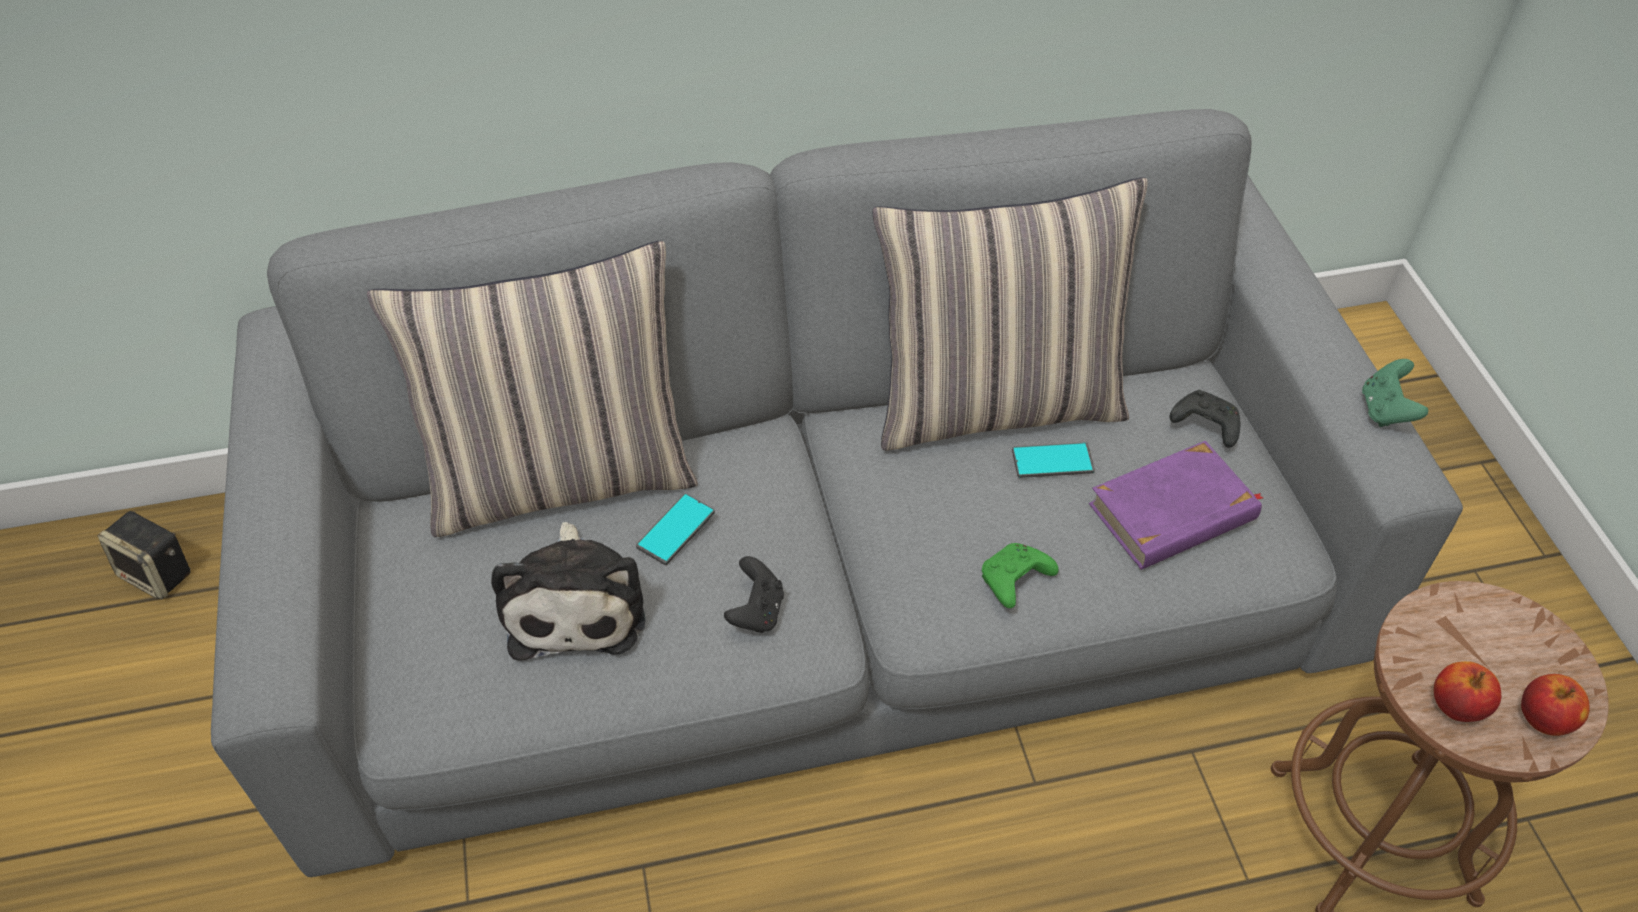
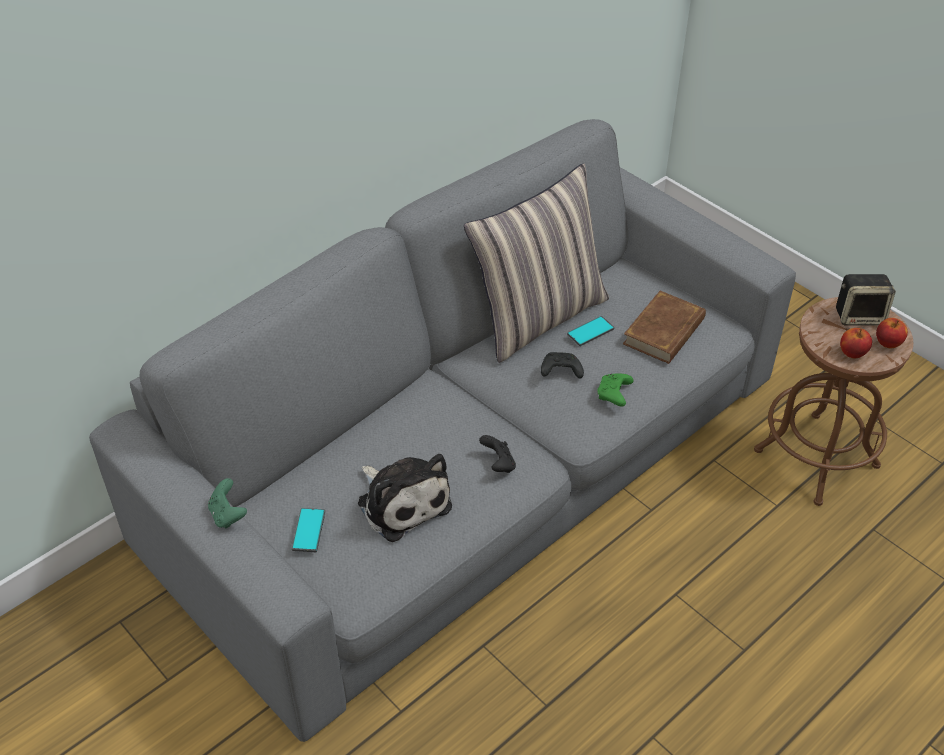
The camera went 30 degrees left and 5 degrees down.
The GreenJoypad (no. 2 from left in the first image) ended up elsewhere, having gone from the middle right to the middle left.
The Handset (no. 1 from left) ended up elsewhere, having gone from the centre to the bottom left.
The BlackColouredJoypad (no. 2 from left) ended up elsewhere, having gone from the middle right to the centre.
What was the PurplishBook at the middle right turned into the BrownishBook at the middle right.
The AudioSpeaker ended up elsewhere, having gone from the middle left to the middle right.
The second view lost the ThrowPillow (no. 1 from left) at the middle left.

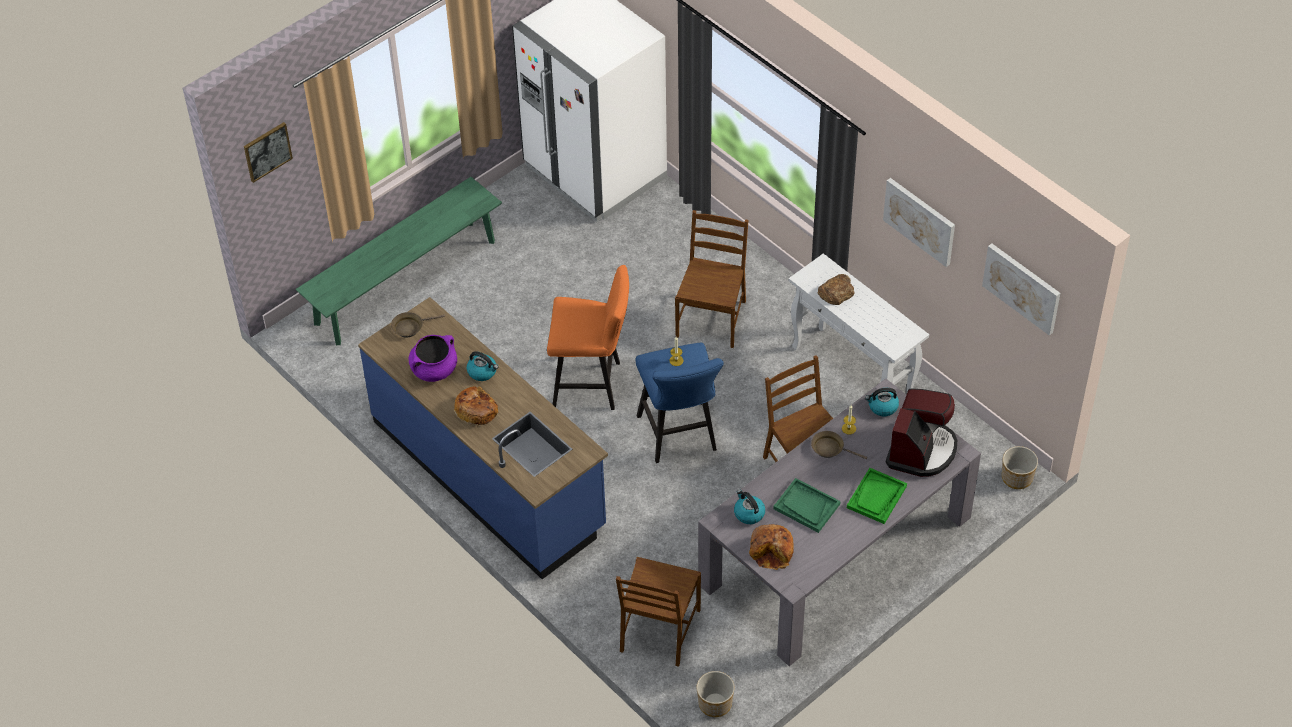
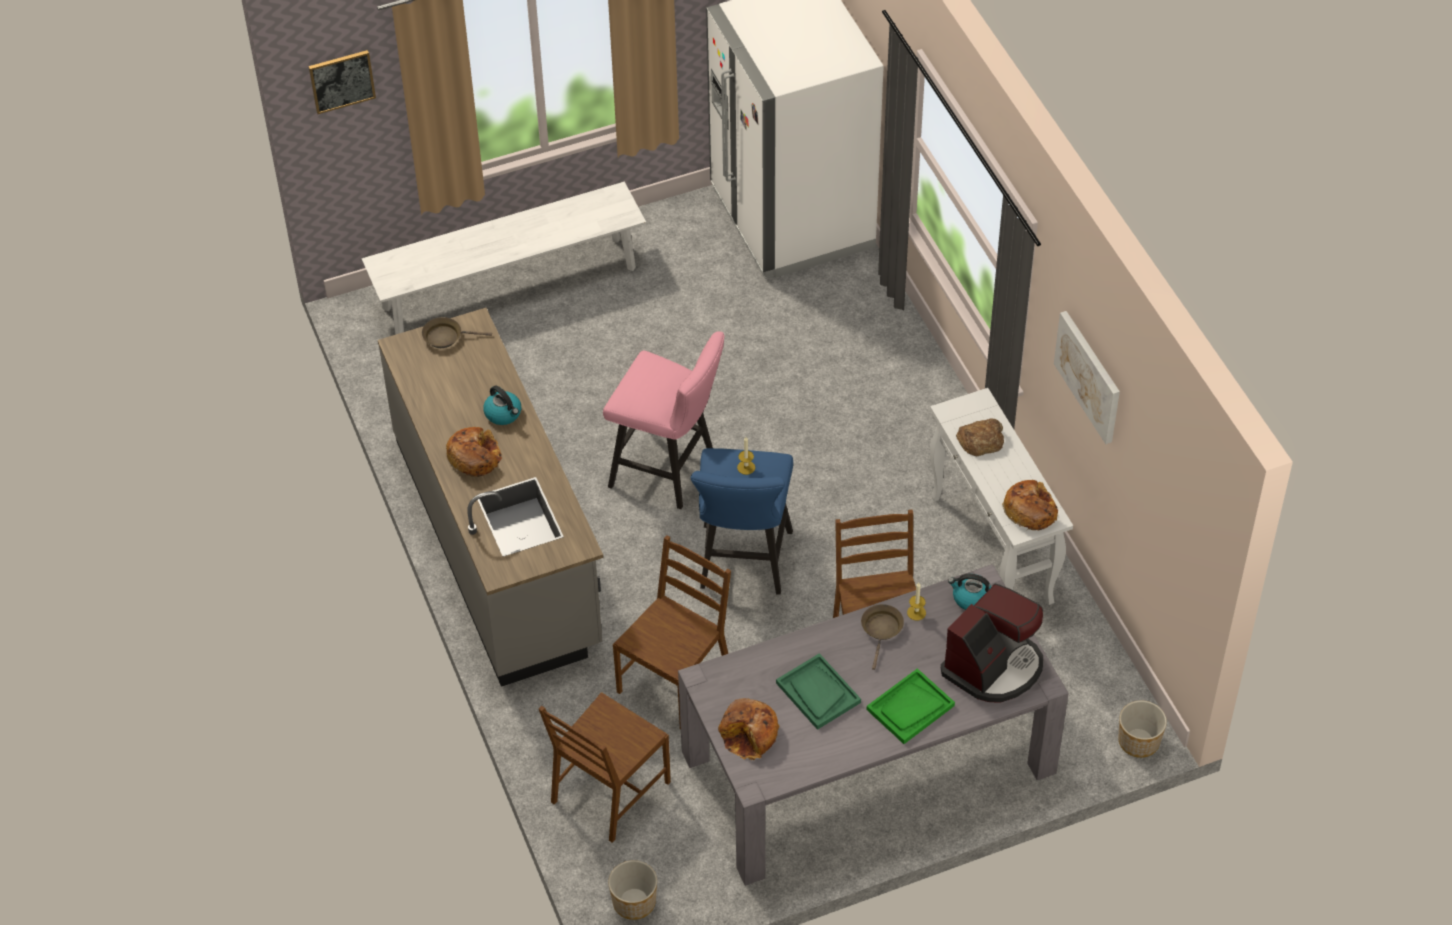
The camera went 20 degrees right and 0 degrees up.
What was the GreenLongSeat at the middle left turned into the WhitishLongSeat at the top centre.
What was the BlueCounter at the centre turned into the GreyishCounter at the centre.
What was the OrangeColouredStoolSeat at the centre turned into the PinkColouredStoolSeat at the centre.
The BrownishChair (no. 2 from left) ended up elsewhere, having gone from the centre to the bottom centre.
The BrownishSkillet (no. 2 from left) at the centre ended up facing another way, 60 degrees clockwise from before.
The second view gained the BakedBread (no. 4 from left) at the middle right.
The second view lost the PurplishCookingPot at the centre.
The second view lost the TeaKettle (no. 2 from left) at the bottom centre.
The second view lost the WallPicture (no. 3 from left) at the middle right.

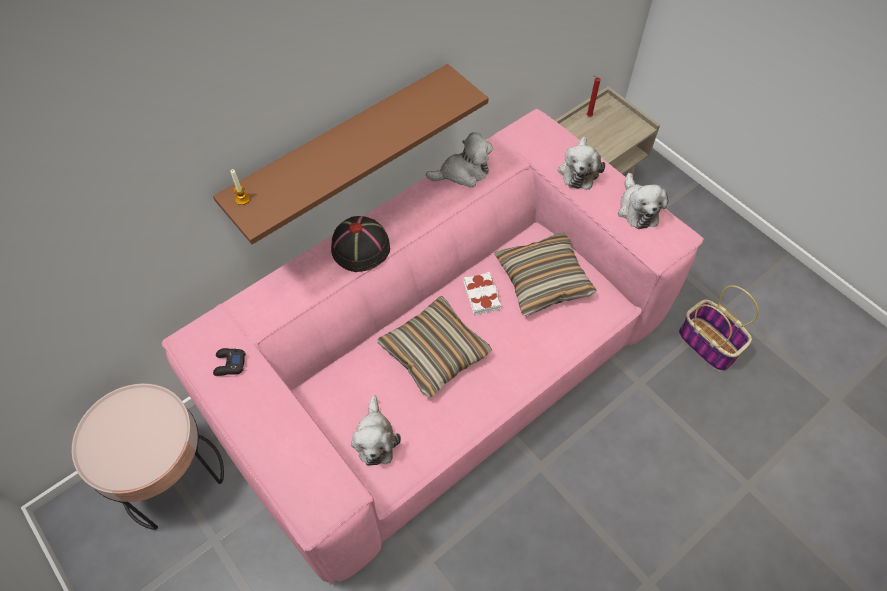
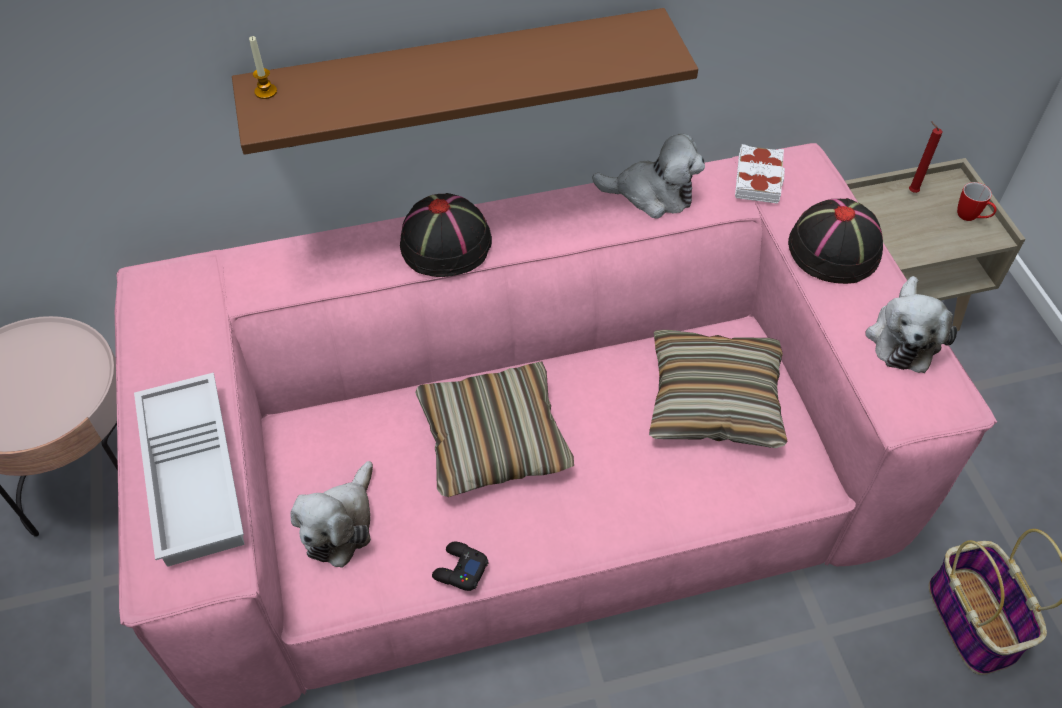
The camera went 25 degrees right and 5 degrees down.
The second view gained the WhitishTray at the middle left.
The BlackColouredJoypad ended up elsewhere, having gone from the middle left to the bottom centre.
The WhitishBook ended up elsewhere, having gone from the centre to the top right.
Where the CuddlyToy (no. 3 from left) stood at the top centre, the BlackColouredHat (no. 2 from left) came to stand at the middle right.
The second view gained the TeaMug at the top right.

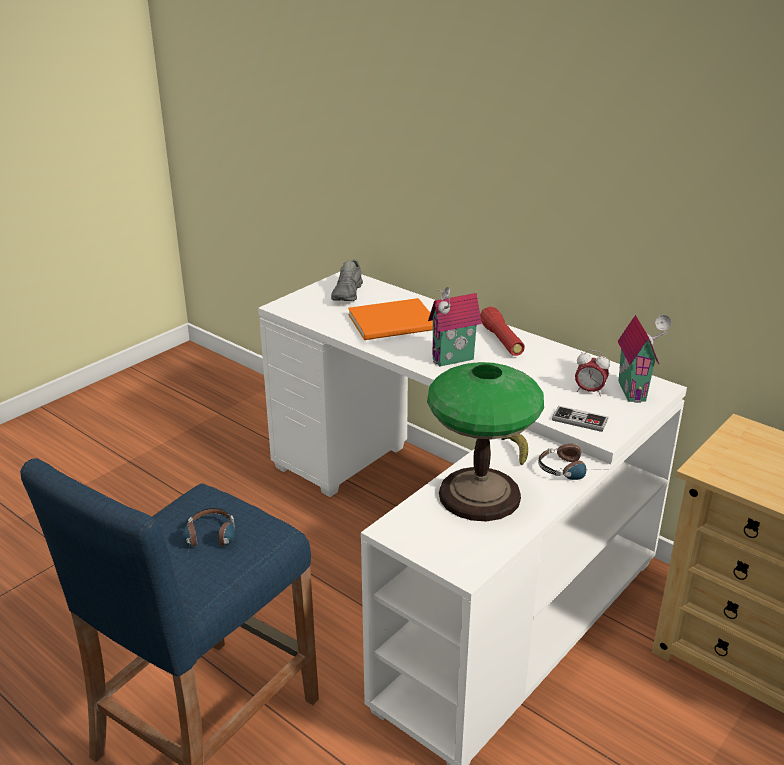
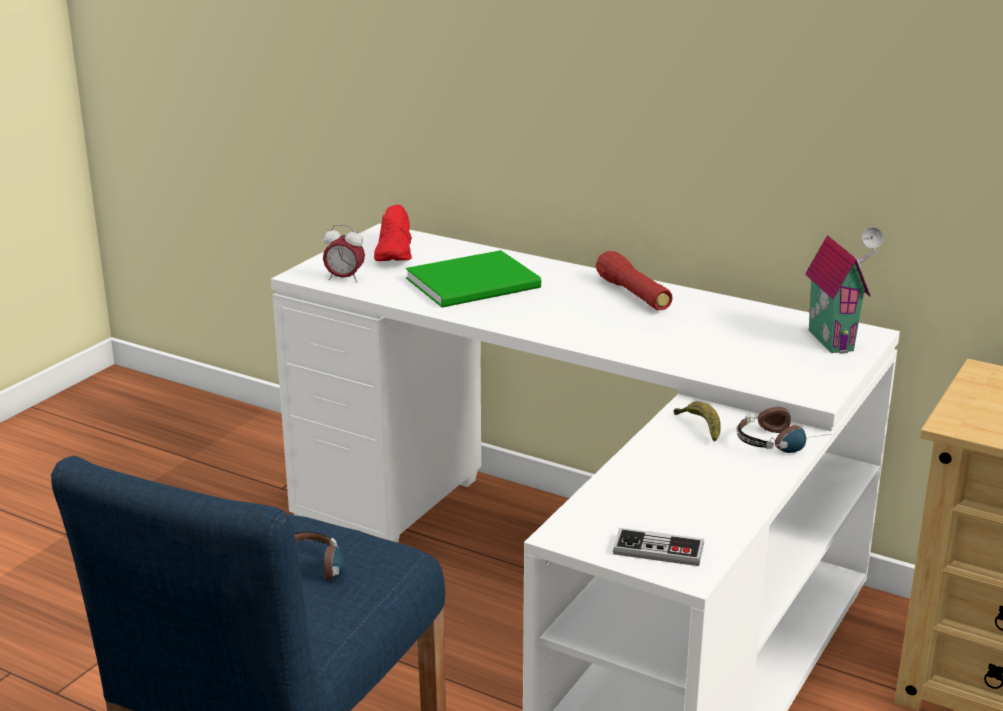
The camera went 10 degrees left and 5 degrees down.
The TableClock ended up elsewhere, having gone from the middle right to the centre.
What was the GreyishItemOfFootwear at the centre turned into the RedColouredItemOfFootwear at the top centre.
What was the OrangeColouredBook at the centre turned into the GreenBook at the centre.
The Joypad ended up elsewhere, having gone from the middle right to the bottom centre.
The second view lost the TableLamp at the centre.
The second view lost the ToyHouse (no. 1 from left) at the centre.

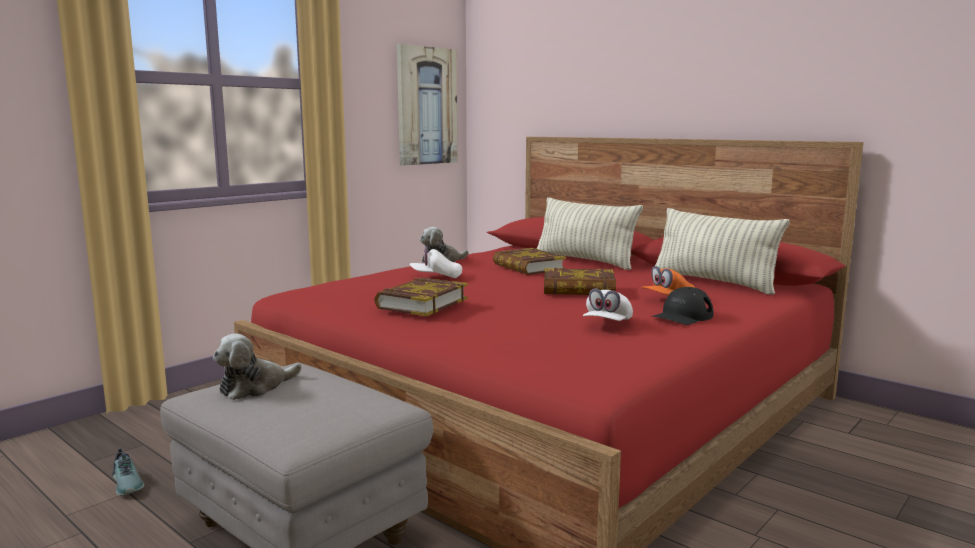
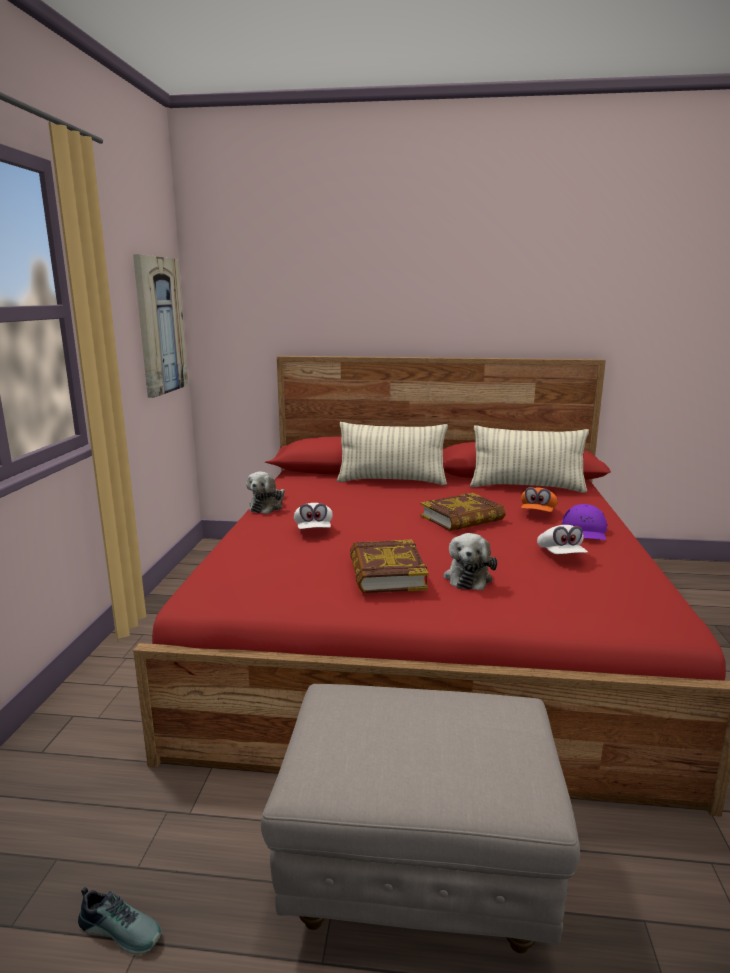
The camera went 35 degrees left and 5 degrees up.
The WhitishCap (no. 1 from left) at the centre ended up facing another way, 60 degrees counterclockwise from before.
The CuddlyToy (no. 1 from left in the first image) ended up elsewhere, having gone from the bottom left to the centre.
What was the BlackColouredCap at the middle right turned into the PurplishCap at the middle right.
The second view lost the Book (no. 2 from left) at the centre.

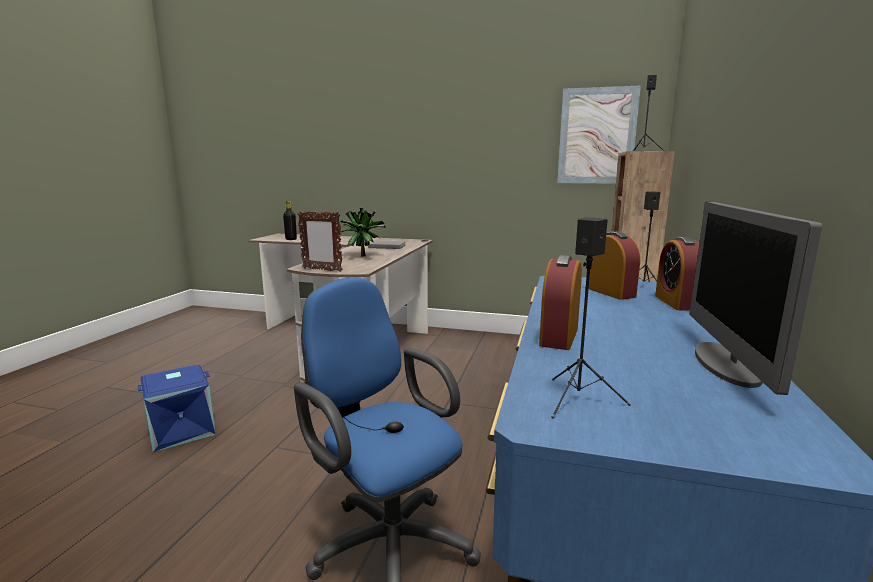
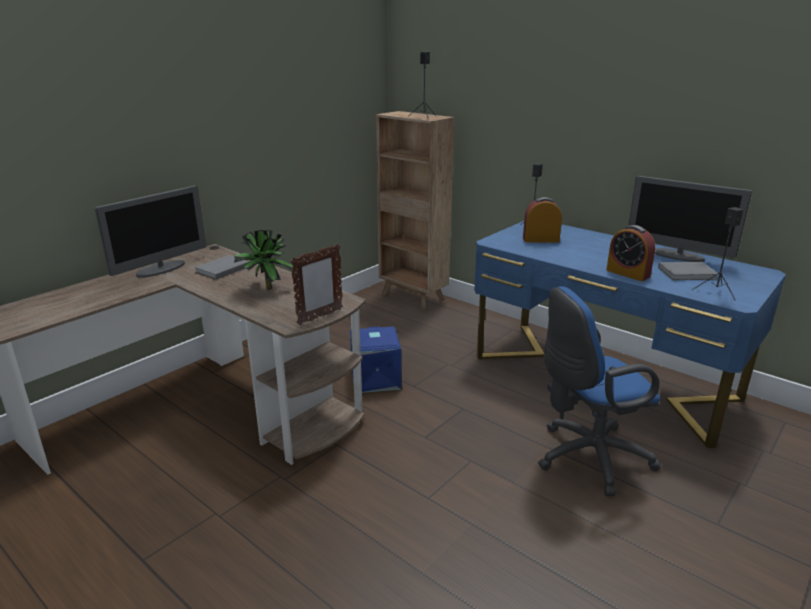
The camera went 65 degrees left and 10 degrees up.
The second view gained the Monitor (no. 1 from left) at the middle left.
The BlueStorageBin ended up elsewhere, having gone from the bottom left to the centre.
The second view gained the GreyishBook (no. 2 from left) at the middle right.
The second view lost the BlackColouredBeverageBottle at the middle left.
The second view lost the WallPicture at the top right.
The second view lost the TableClock (no. 3 from left) at the middle right.

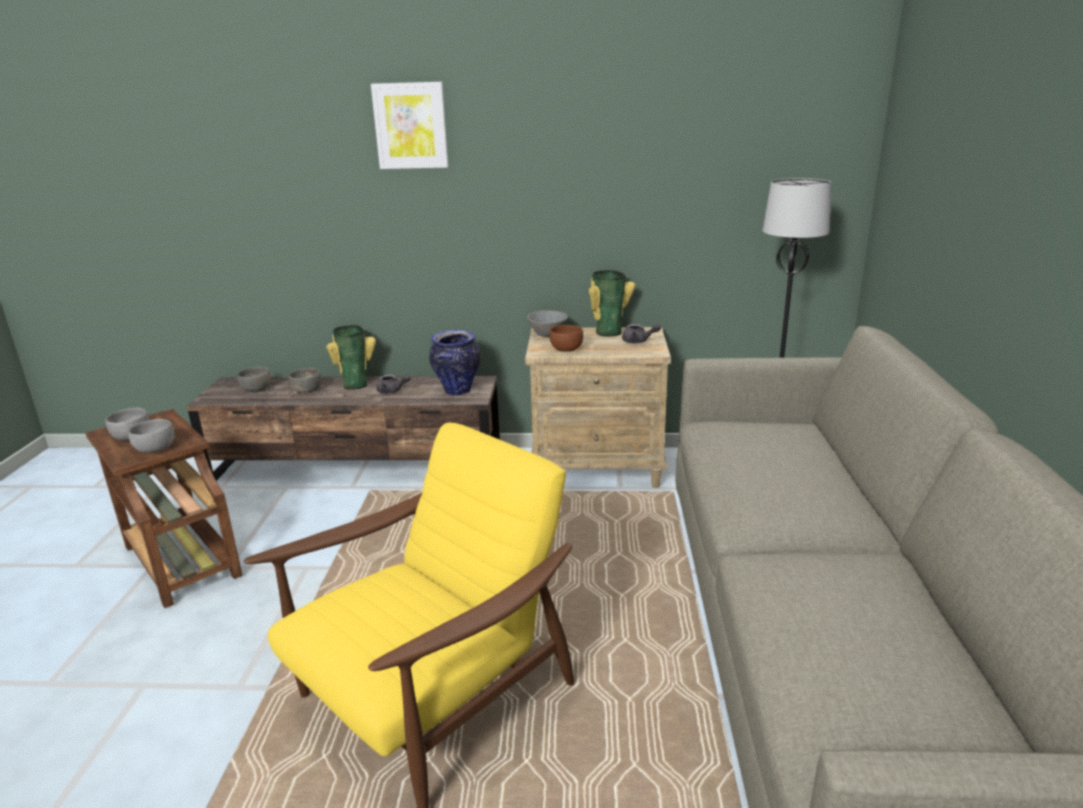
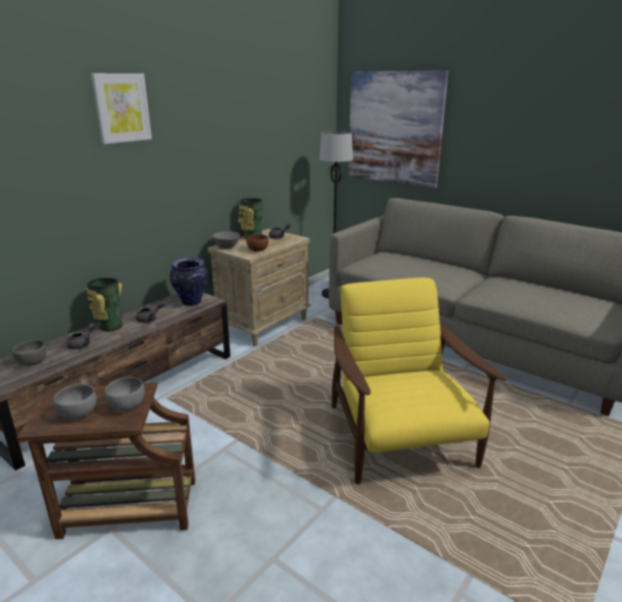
The camera went 55 degrees left and 0 degrees up.
Where the GreyishDeepDish (no. 4 from left) stood at the middle left, the GreyishTeapot (no. 1 from left) came to stand at the middle left.
The second view gained the WallPicture (no. 2 from left) at the top centre.

